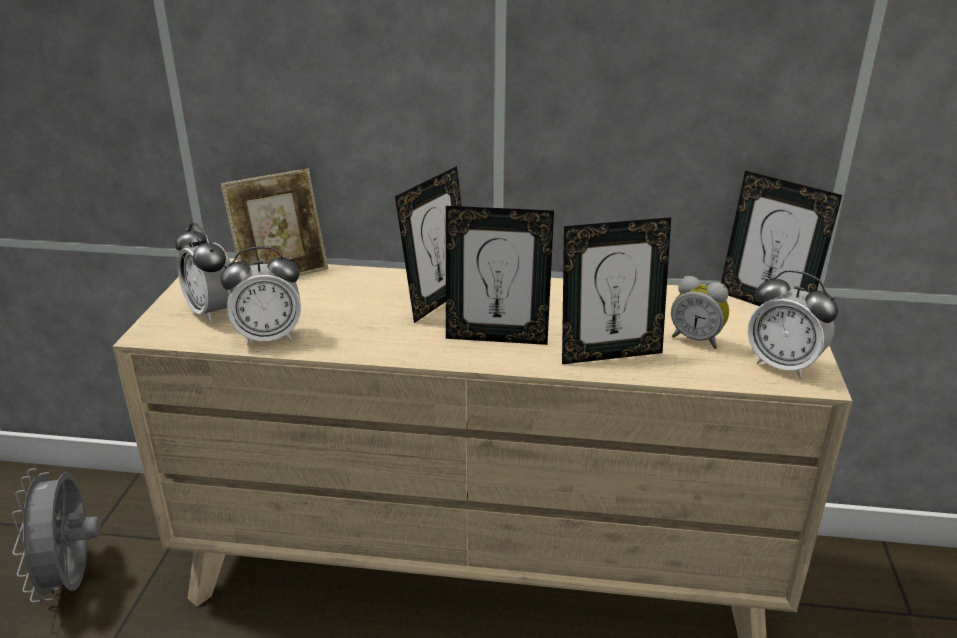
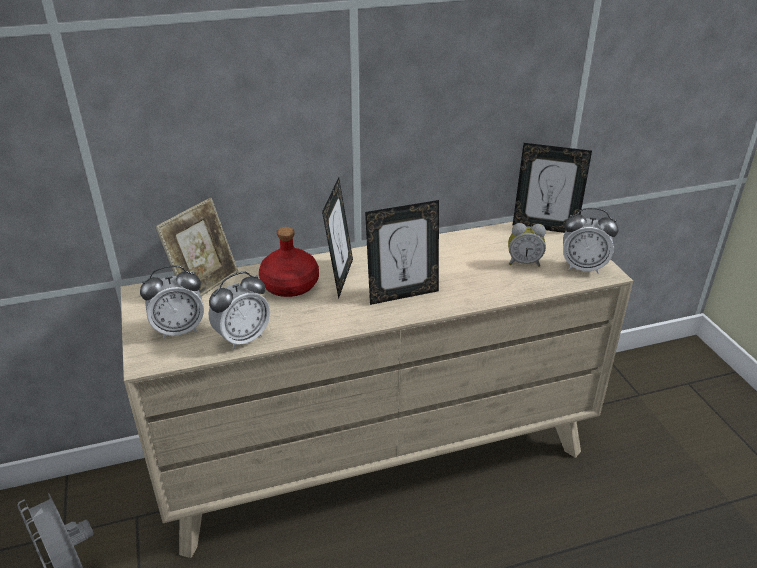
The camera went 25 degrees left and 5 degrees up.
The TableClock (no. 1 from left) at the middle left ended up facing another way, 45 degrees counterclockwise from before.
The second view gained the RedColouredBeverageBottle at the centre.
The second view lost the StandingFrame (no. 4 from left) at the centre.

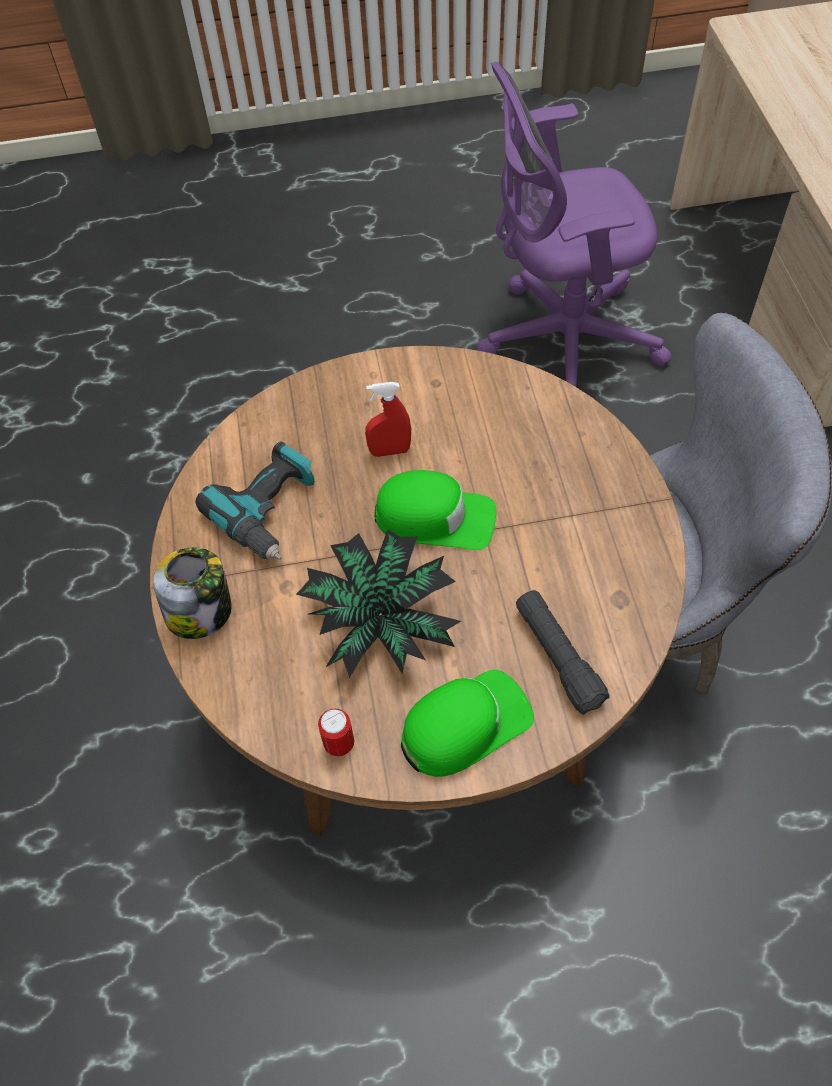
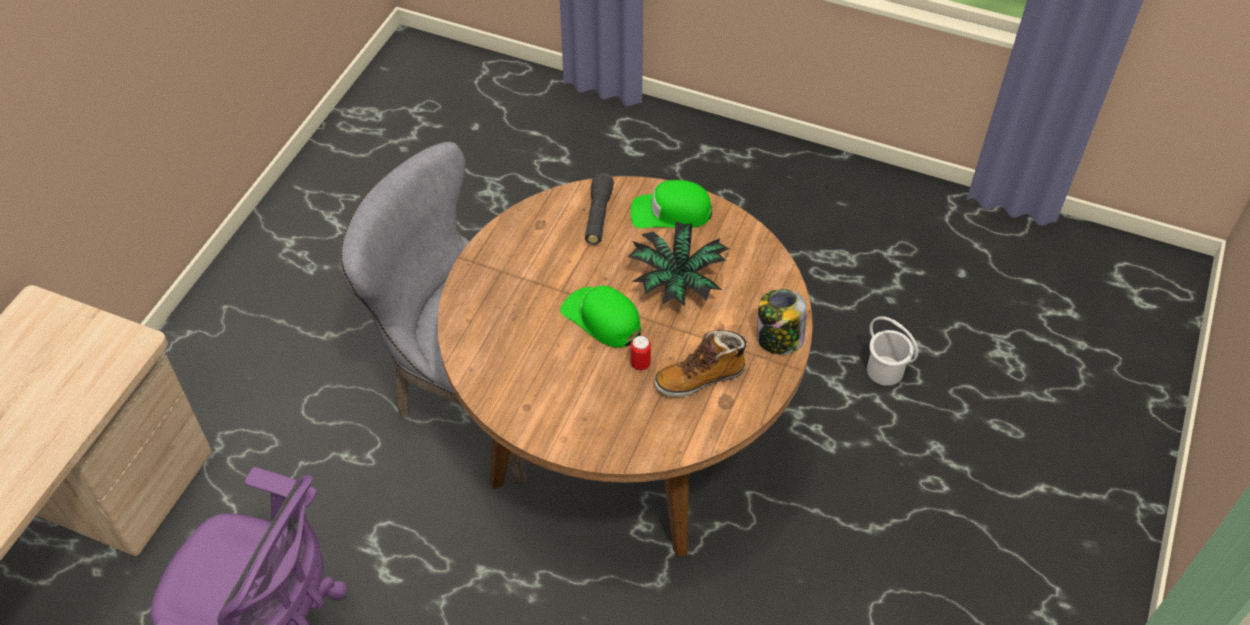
The camera went 150 degrees left and 5 degrees down.
The MetalCan ended up elsewhere, having gone from the bottom centre to the centre.
Where the ElectricDrill stood at the middle left, the Boot came to stand at the centre.
The second view gained the WhitishPail at the middle right.
The second view lost the RedColouredHandSprayer at the centre.

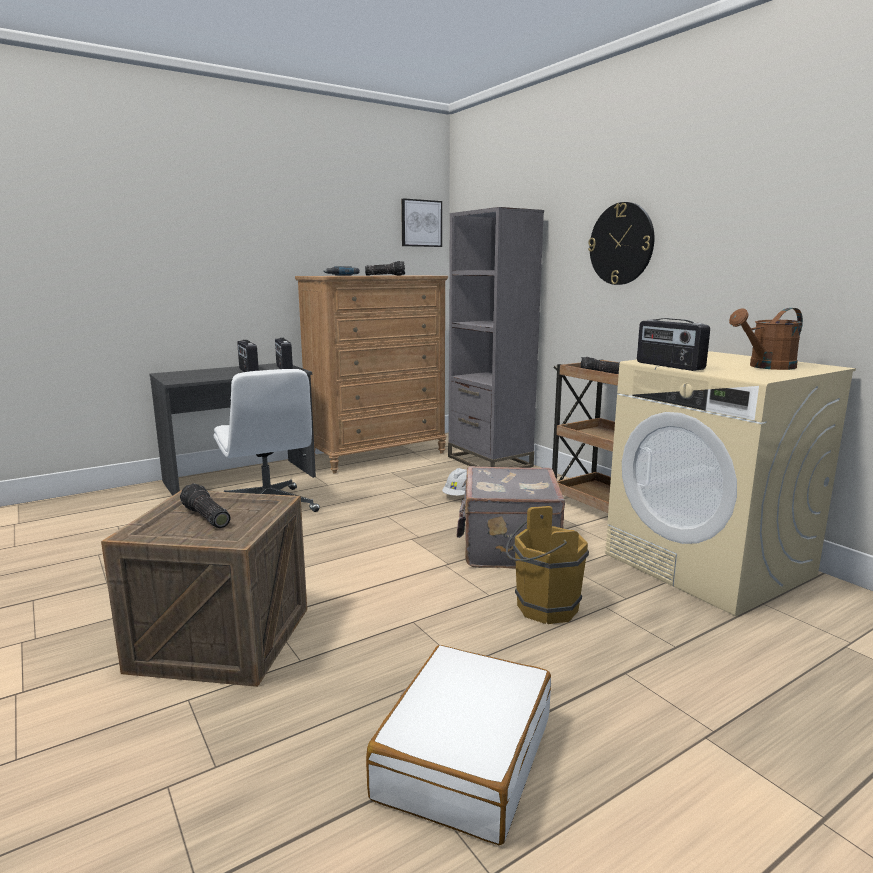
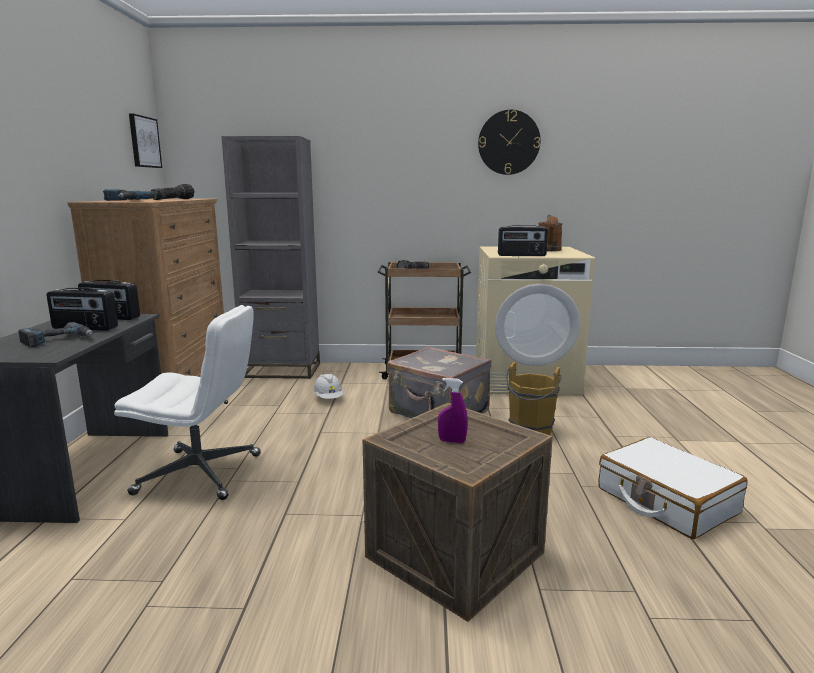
The camera went 55 degrees left and 0 degrees up.
The second view gained the ElectricDrill (no. 1 from left) at the middle left.
Where the Torch (no. 1 from left) stood at the middle left, the PurplishHandSprayer came to stand at the centre.
The ClockOnTheWall ended up elsewhere, having gone from the top right to the top centre.

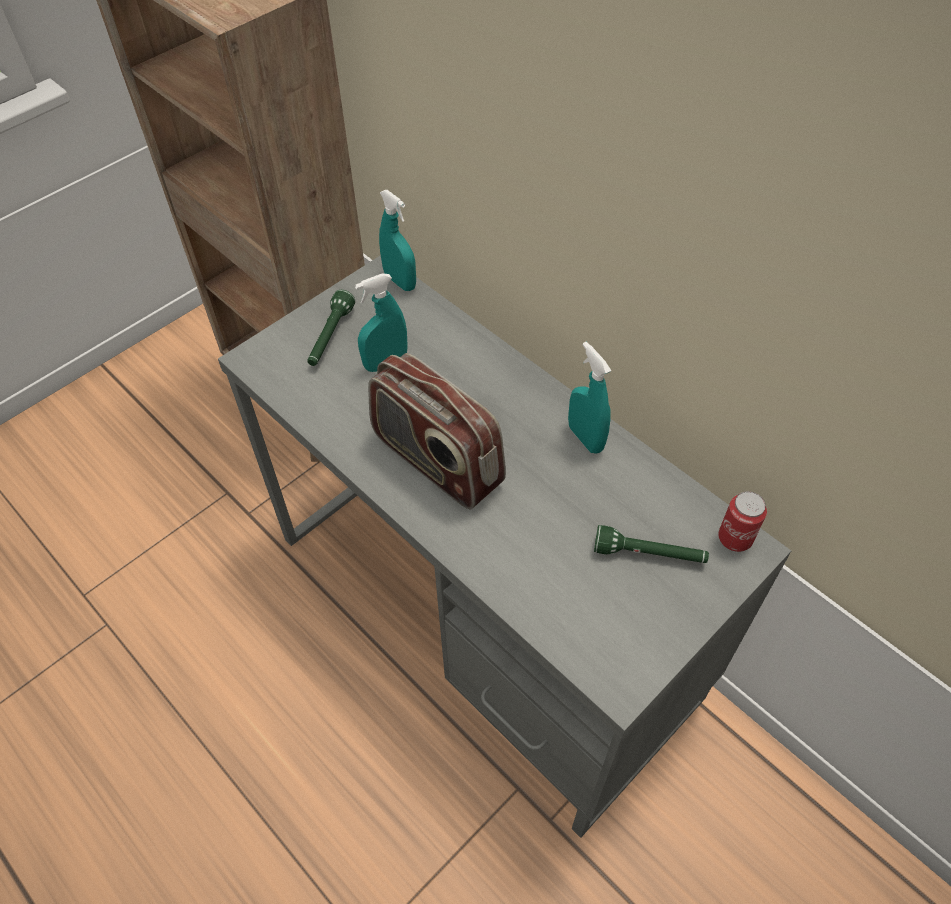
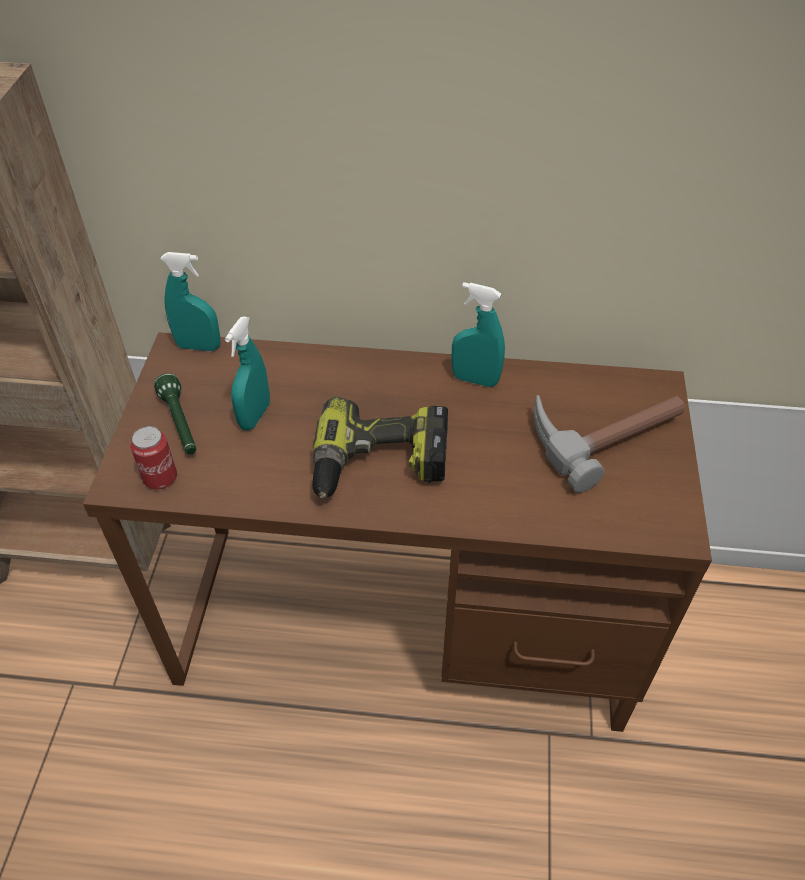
The camera went 40 degrees left and 5 degrees down.
What was the GreyishDeskUnit at the centre turned into the BrownishDeskUnit at the centre.
The MetalCan ended up elsewhere, having gone from the middle right to the middle left.
Where the RadioSet stood at the centre, the ElectricDrill came to stand at the centre.
Where the GreenTorch (no. 2 from left) stood at the middle right, the ToolHammer came to stand at the middle right.

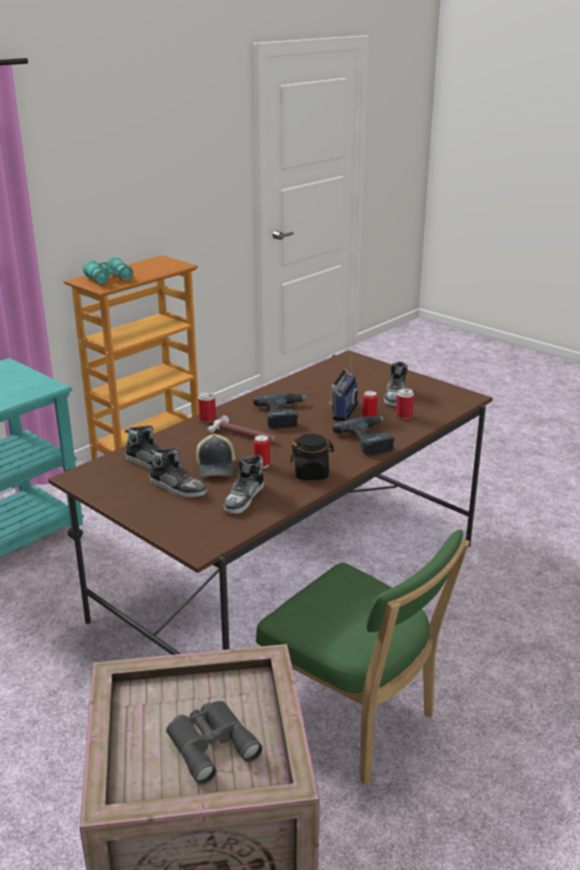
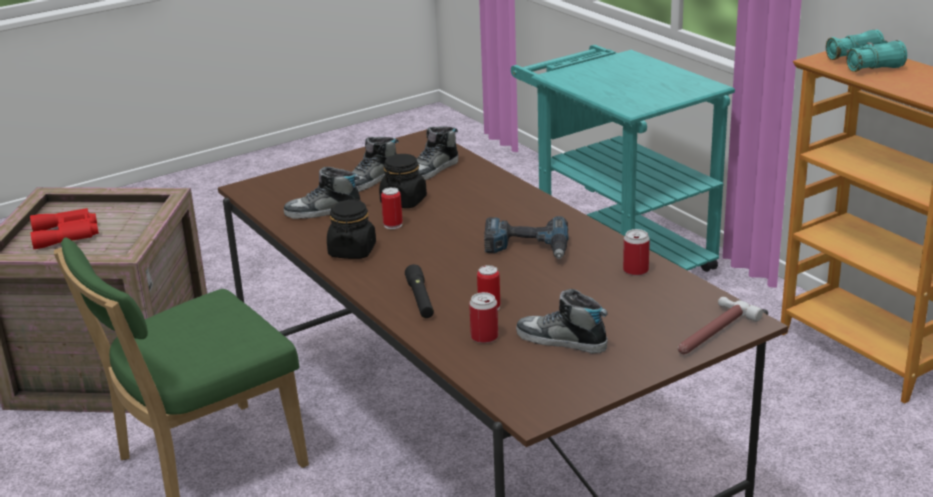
The camera went 105 degrees right and 0 degrees up.
What was the GreyishPairOfBinoculars at the bottom centre turned into the RedColouredPairOfBinoculars at the middle left.
The ItemOfFootwear (no. 3 from left in the first image) at the centre ended up facing another way, 45 degrees counterclockwise from before.
Where the Cap stood at the centre, the BlackColouredJar (no. 2 from left) came to stand at the centre.
Where the ElectricDrill (no. 2 from left) stood at the centre, the BlackColouredTorch came to stand at the centre.
The MetalCan (no. 1 from left in the first image) ended up elsewhere, having gone from the centre to the middle right.
The ToolHammer ended up elsewhere, having gone from the centre to the middle right.
The second view lost the RadioSet at the centre.

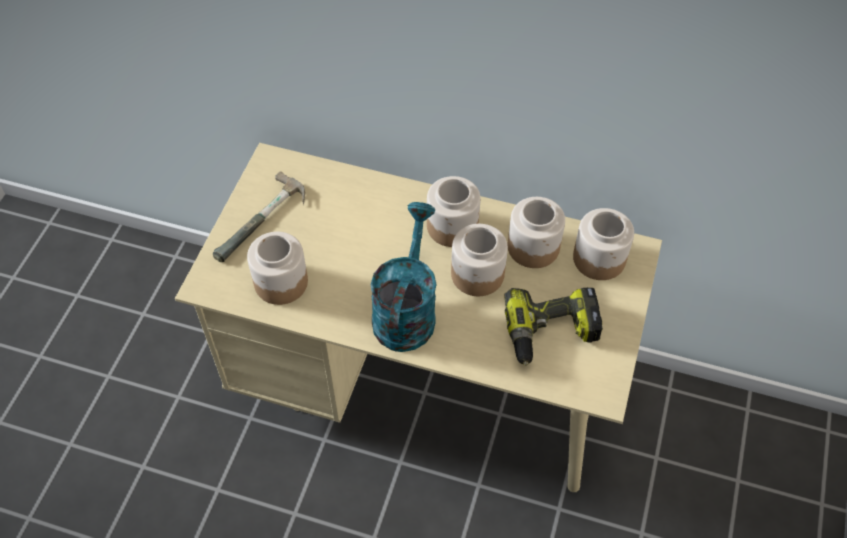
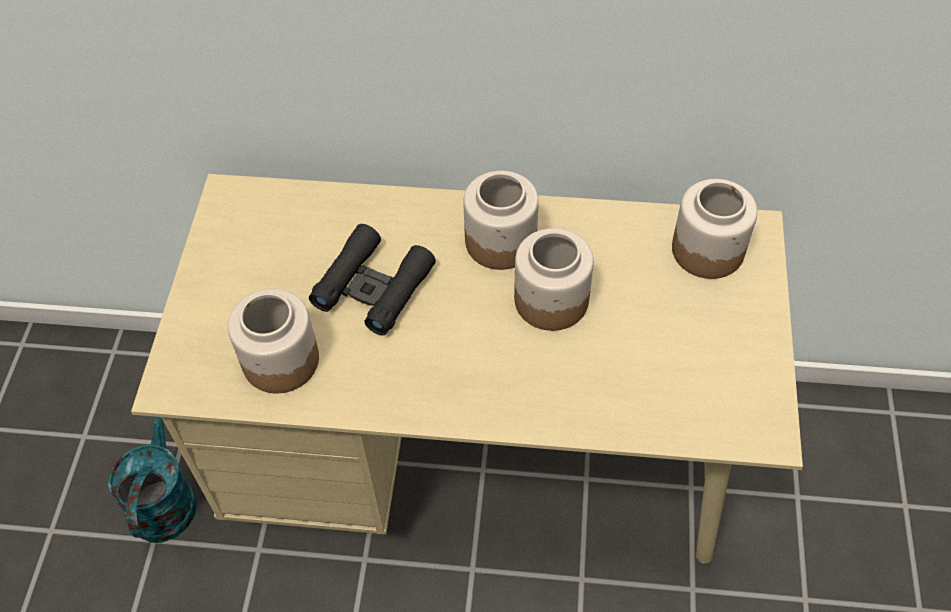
The camera went 10 degrees left and 0 degrees up.
The TurquoiseColouredWateringCan ended up elsewhere, having gone from the centre to the bottom left.
The second view gained the BlackColouredPairOfBinoculars at the centre.
The second view lost the ToolHammer at the middle left.
The second view lost the ElectricDrill at the centre.
The second view lost the Jar (no. 4 from left) at the centre.

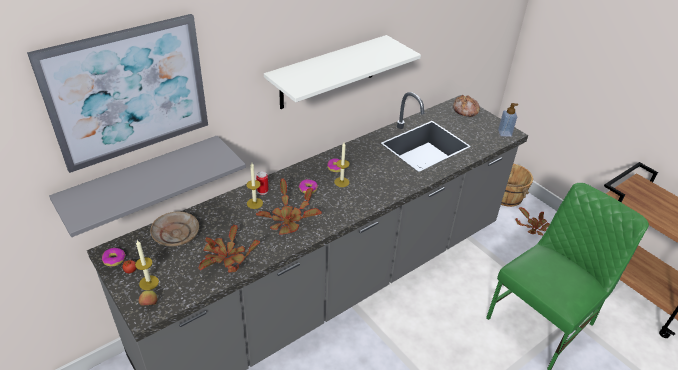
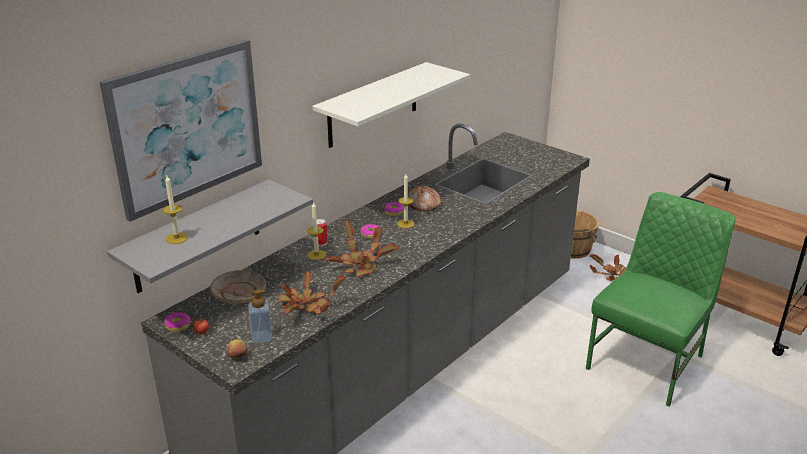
The camera went 10 degrees left and 10 degrees down.
The WaxLight (no. 1 from left) ended up elsewhere, having gone from the bottom left to the middle left.
The LiquidSoapBottle ended up elsewhere, having gone from the top right to the bottom left.
The BakedBread ended up elsewhere, having gone from the top right to the centre.

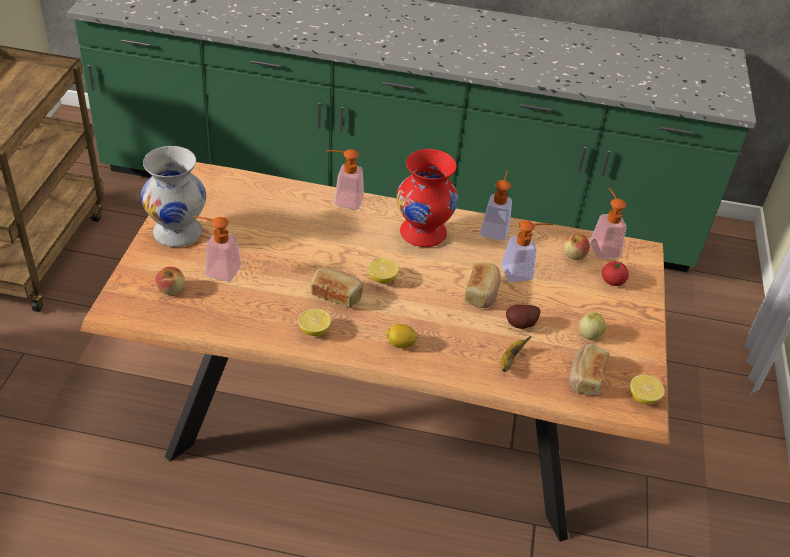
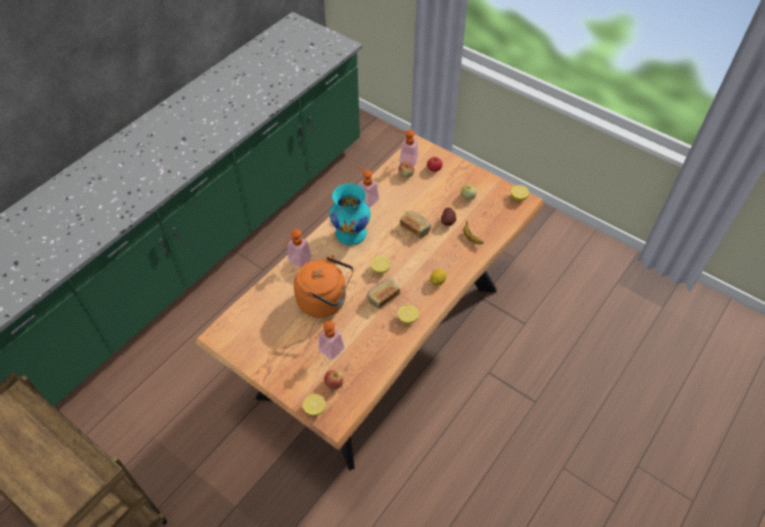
The camera went 60 degrees left and 10 degrees up.
The second view gained the OrangeColouredTeaKettle at the centre.
The second view gained the Lemon (no. 1 from left) at the bottom centre.
What was the RedColouredDecorativeVase at the centre turned into the TurquoiseColouredDecorativeVase at the centre.
The second view lost the WhitishDecorativeVase at the middle left.
The second view lost the LiquidSoapBottle (no. 4 from left) at the middle right.
The second view lost the BakedBread (no. 3 from left) at the middle right.

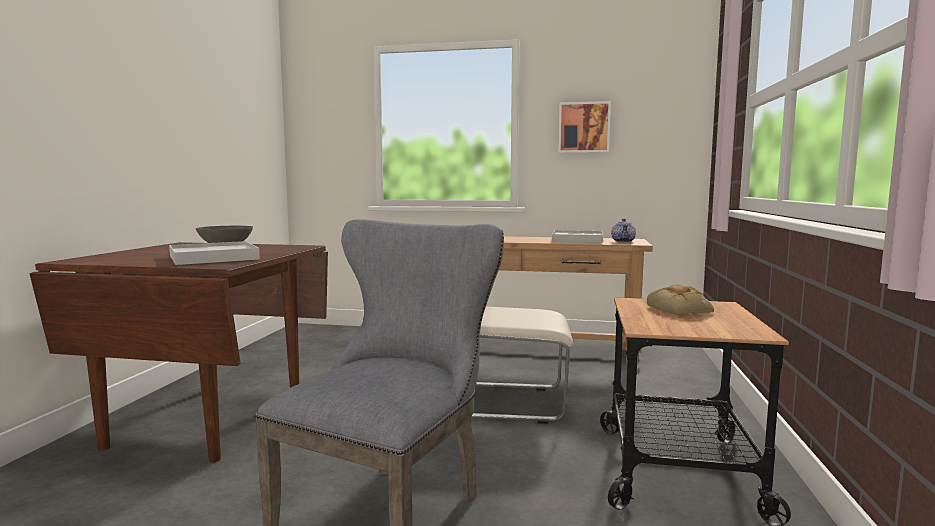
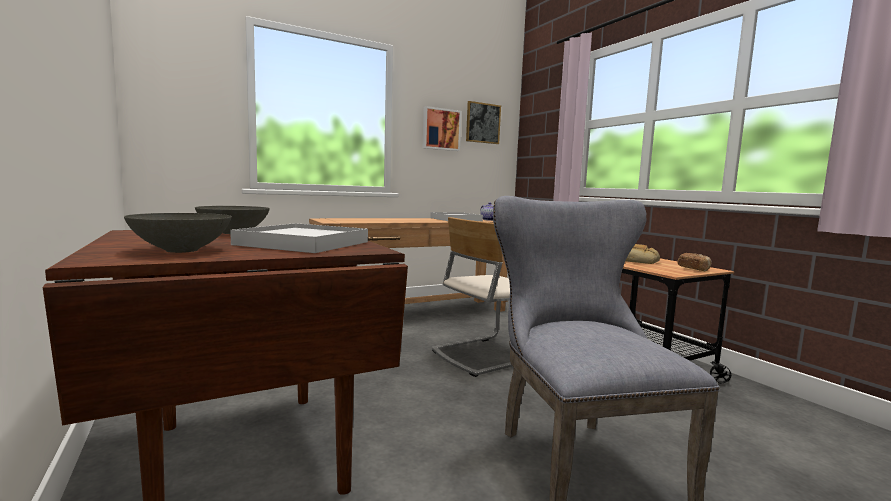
The camera went 40 degrees left and 0 degrees up.
The second view gained the GreyishDeepDish (no. 1 from left) at the middle left.
The second view gained the WallPicture (no. 2 from left) at the top centre.
The second view gained the BakedBread (no. 2 from left) at the middle right.

